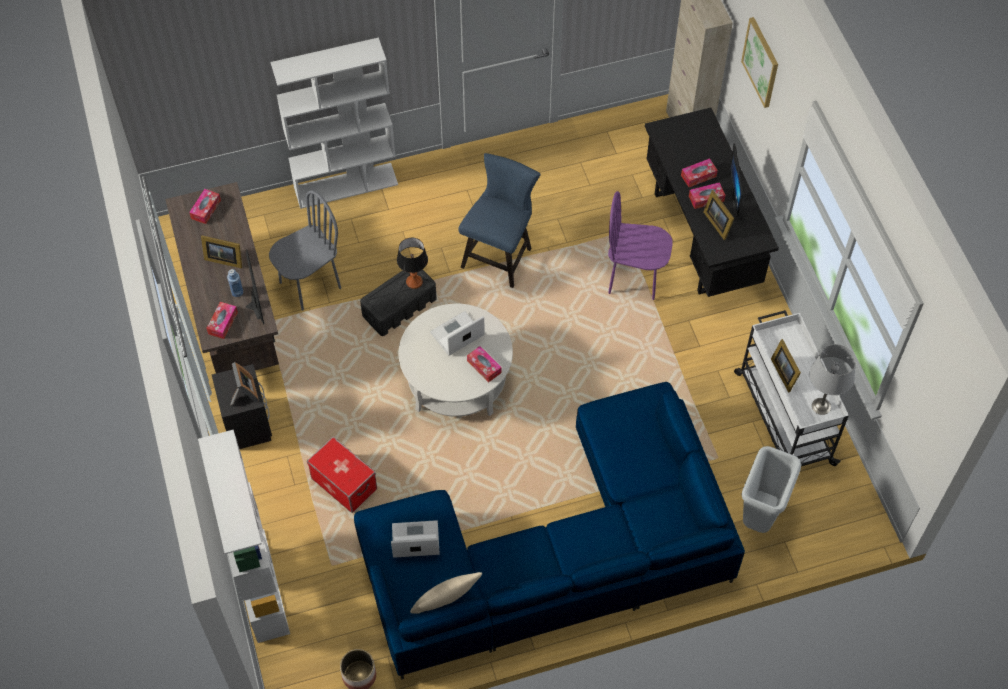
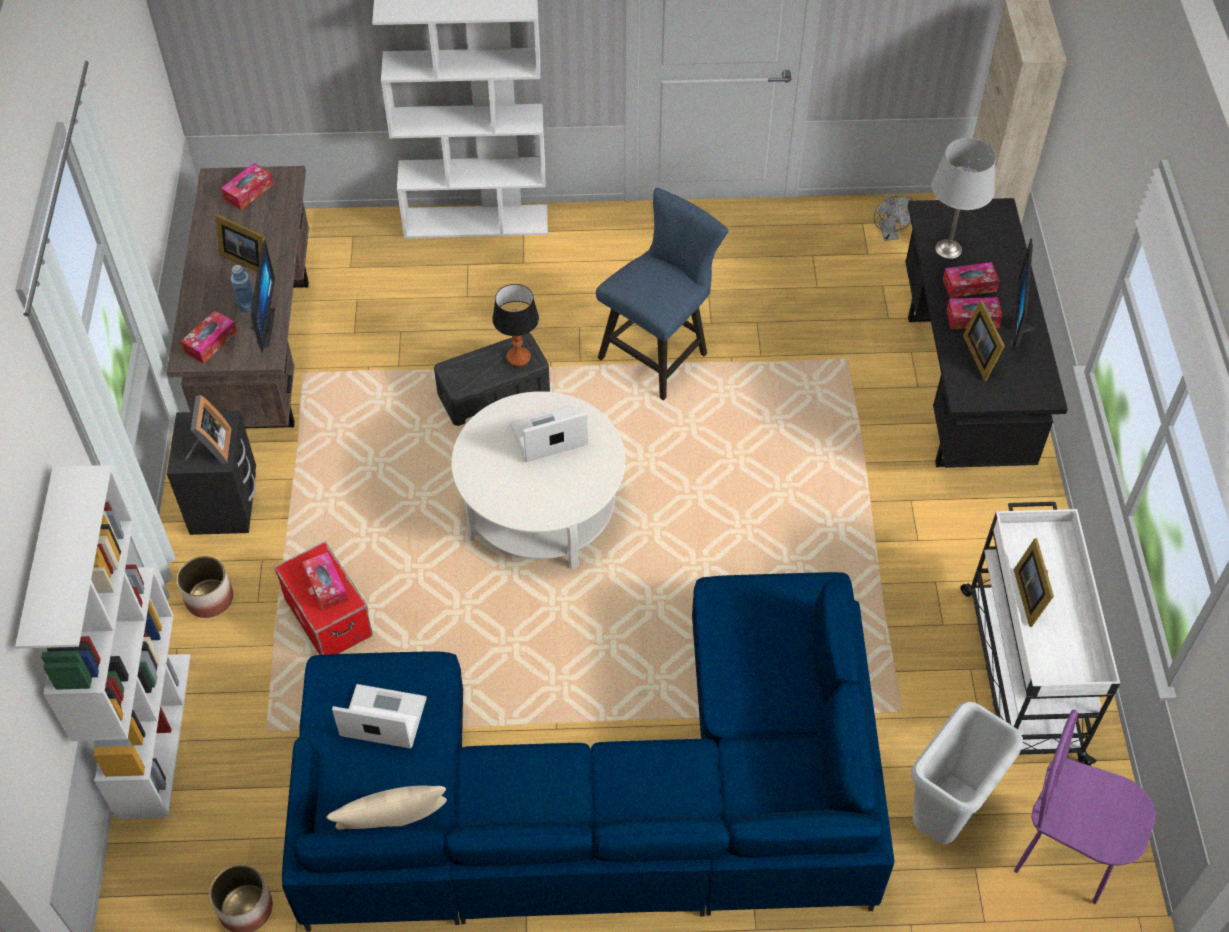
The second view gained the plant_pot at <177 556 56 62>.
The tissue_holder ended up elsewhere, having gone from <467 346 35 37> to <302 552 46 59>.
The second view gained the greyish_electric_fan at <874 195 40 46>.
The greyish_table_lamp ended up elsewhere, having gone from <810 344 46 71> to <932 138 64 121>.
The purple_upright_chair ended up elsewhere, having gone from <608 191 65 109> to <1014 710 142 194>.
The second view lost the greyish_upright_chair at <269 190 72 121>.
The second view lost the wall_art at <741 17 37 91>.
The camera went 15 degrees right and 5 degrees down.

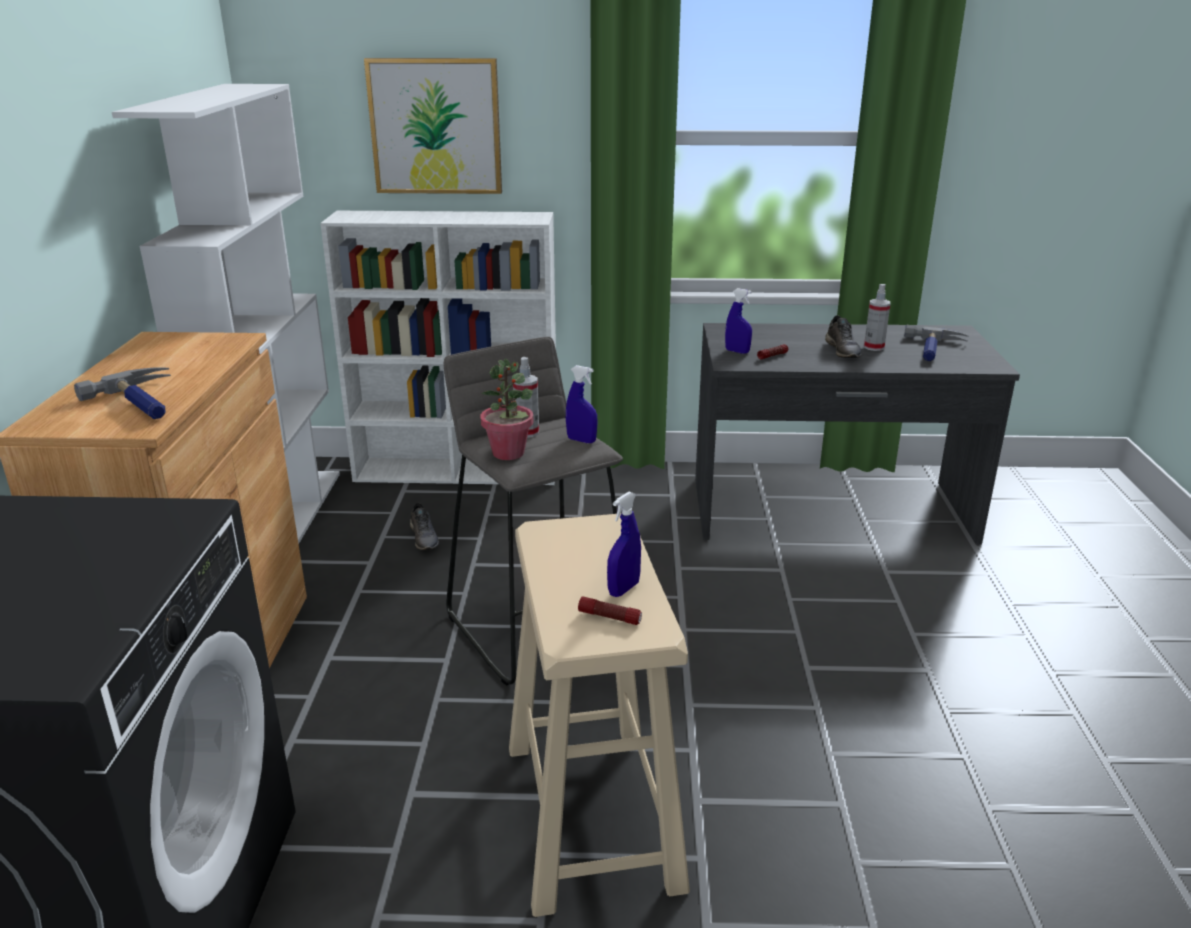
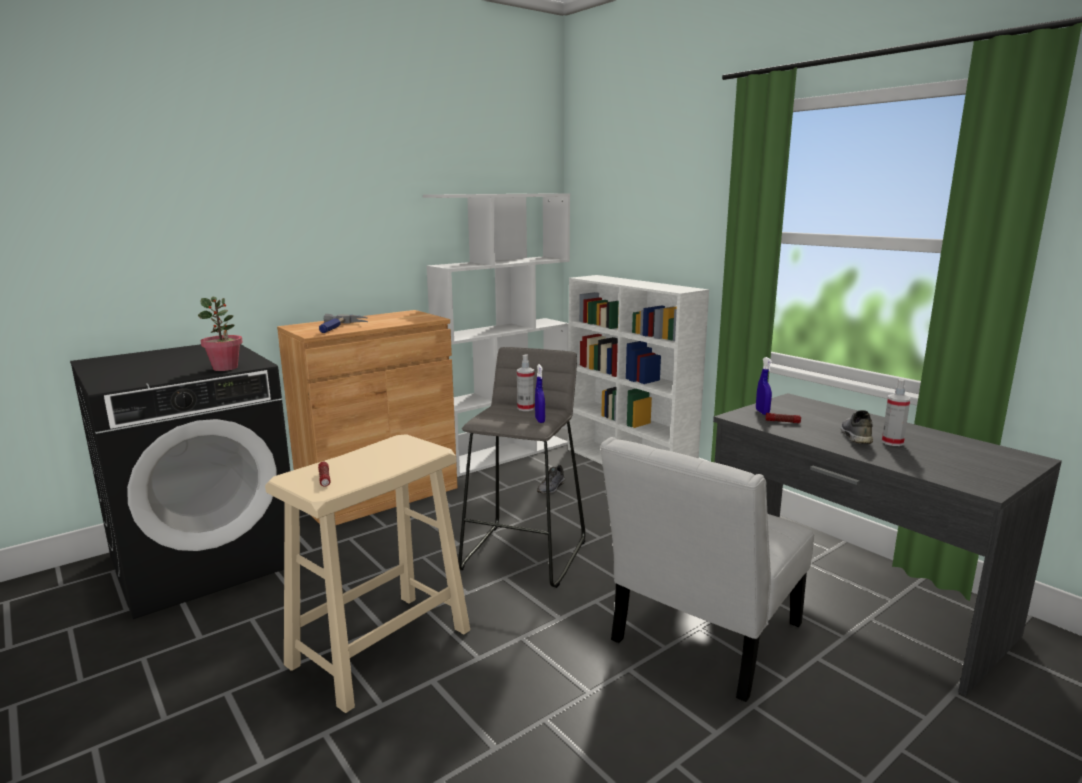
The potted_plant ended up elsewhere, having gone from <480 359 54 101> to <198 297 45 74>.
The second view gained the whitish_upright_chair at <600 437 214 265>.
The greyish_low_shoe at <825 315 37 43> ended up facing another way, 150 degrees clockwise from before.
The second view lost the wall_art at <364 58 138 136>.
The second view lost the blue-coloured_sprayer at <607 492 34 105>.
The second view lost the hand_hammer at <904 325 65 36>.
The camera went 50 degrees right and 10 degrees down.

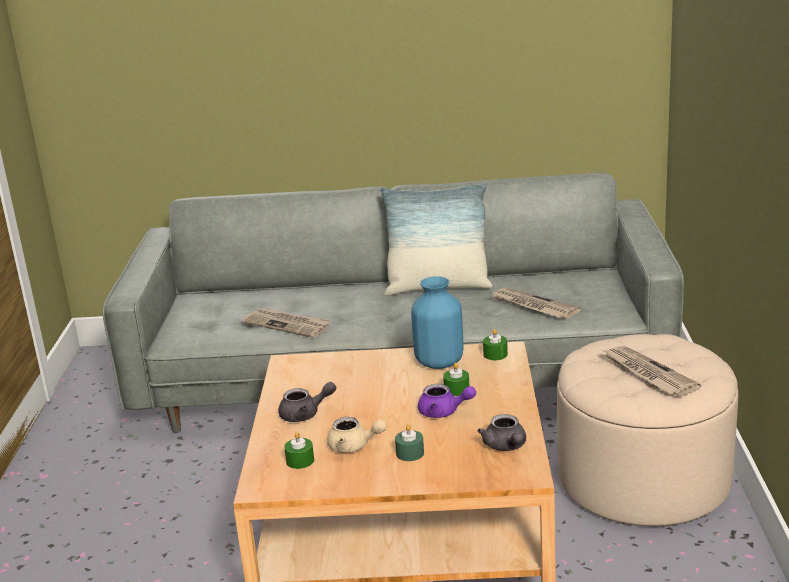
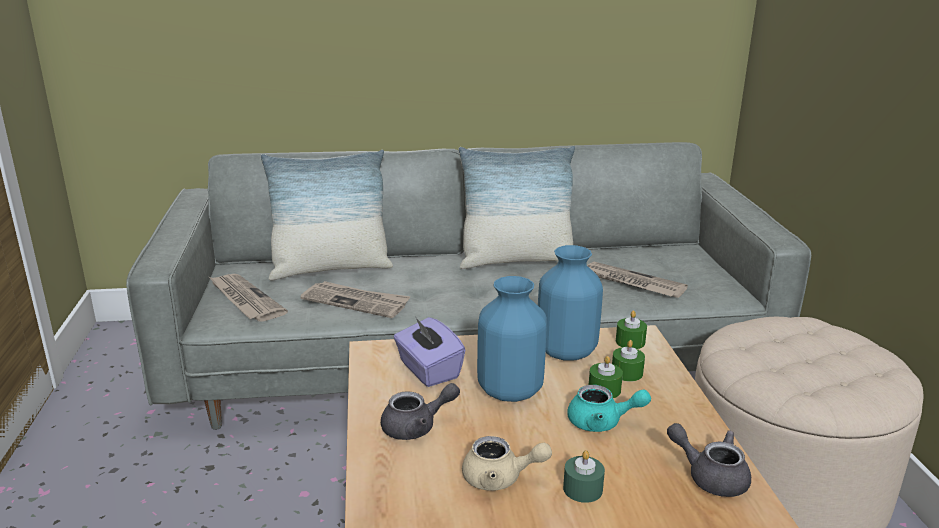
The daily_paper ended up elsewhere, having gone from <602 346 99 50> to <209 274 79 48>.
The second view gained the cushion at <261 149 132 131>.
The second view gained the purple_tissue_holder at <393 316 72 71>.
The second view gained the blue-coloured_decorative_vase at <477 276 70 126>.
What was the purple_pot_for_tea at <418 384 58 34> turned into the blue-green_pot_for_tea at <567 385 84 47>.
The green_wax_candle ended up elsewhere, having gone from <284 432 30 37> to <612 340 33 42>.
The greyish_pot_for_tea at <478 414 48 37> ended up facing another way, 150 degrees clockwise from before.
The camera went 10 degrees left and 0 degrees up.

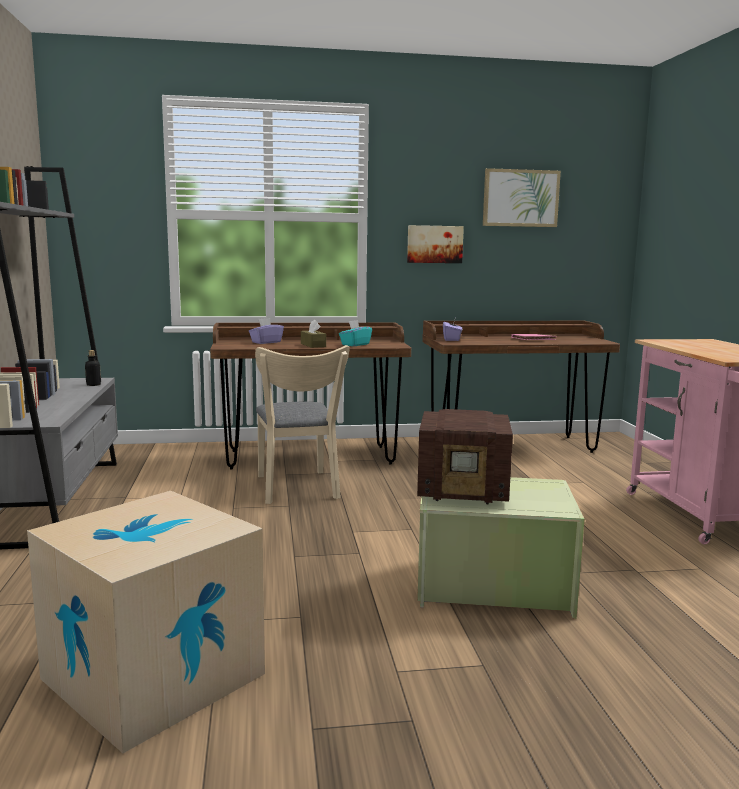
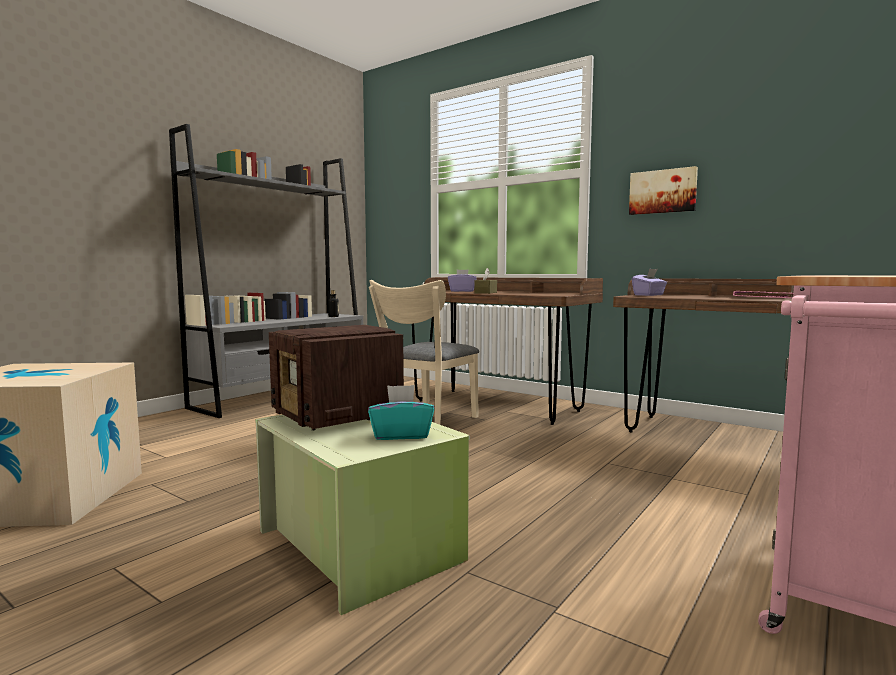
The blue-green_tissue_holder ended up elsewhere, having gone from <339 320 33 26> to <368 385 66 55>.
The second view lost the wall_art at <483 168 78 59>.
The camera went 45 degrees right and 5 degrees down.

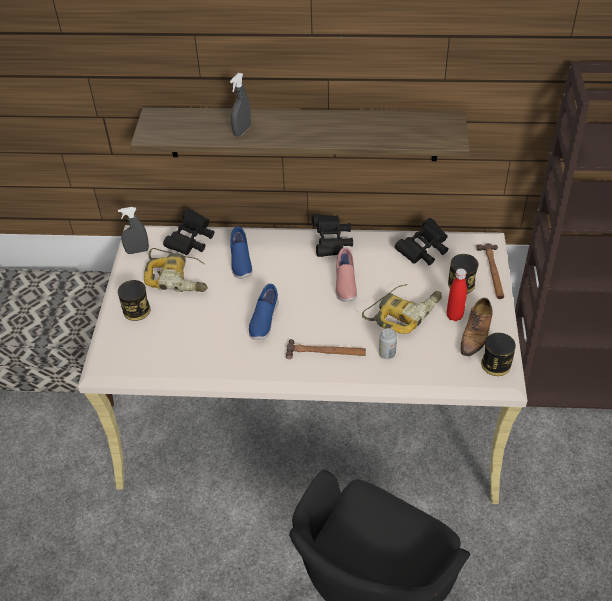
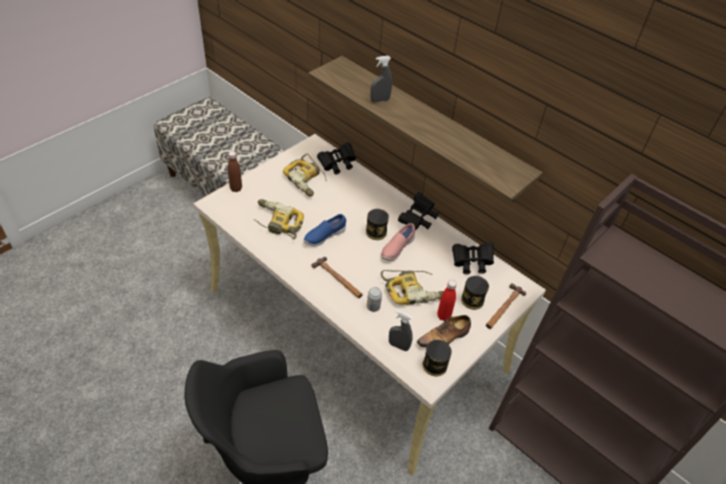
The second view gained the brown_bottle at <228 151 14 41>.
The second view gained the power_drill at <254 199 50 40>.
The sealed_can ended up elsewhere, having gone from <118 280 33 41> to <366 209 23 31>.
The greyish_sprayer ended up elsewhere, having gone from <118 207 31 47> to <389 310 24 41>.
The second view lost the blue-coloured_low_shoe at <230 227 23 52>.
The camera went 35 degrees right and 0 degrees up.

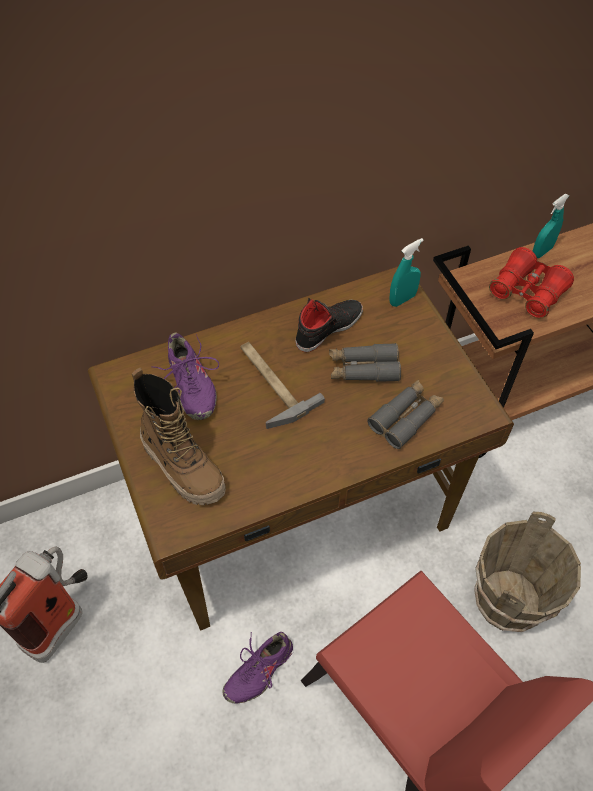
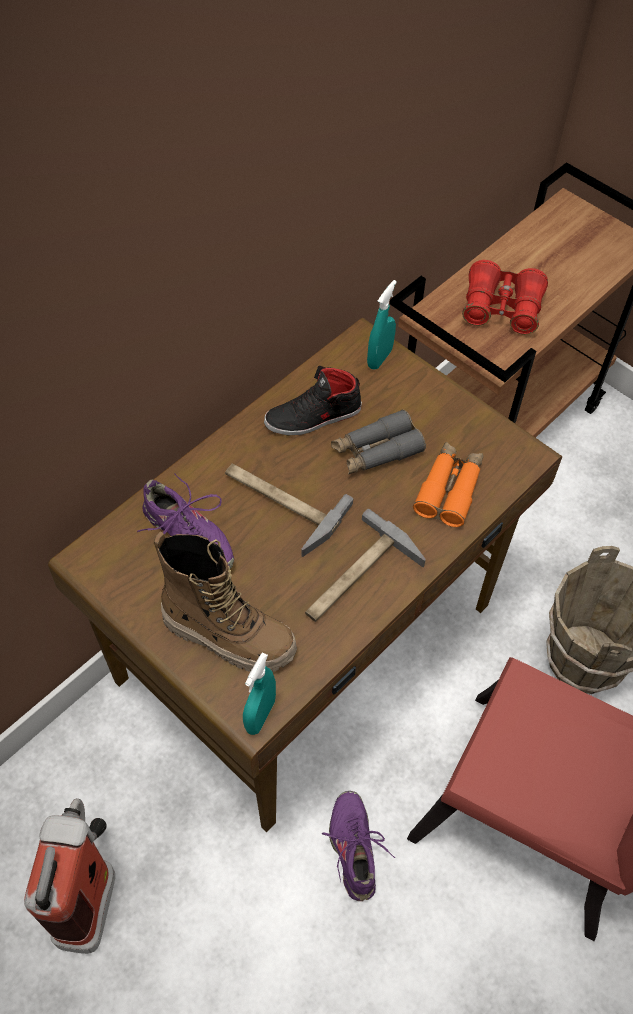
The blue-green_sprayer ended up elsewhere, having gone from <533 194 36 64> to <243 653 33 82>.
The black_low_shoe at <295 298 68 54> ended up facing another way, 135 degrees counterclockwise from before.
The second view gained the hand_hammer at <305 509 121 113>.
The purple_low_shoe at <222 632 72 72> ended up facing another way, 150 degrees clockwise from before.
What was the greyish_pair_of_binoculars at <368 380 76 69> turned into the orangey_pair_of_binoculars at <413 442 70 85>.
The camera went 25 degrees left and 0 degrees up.

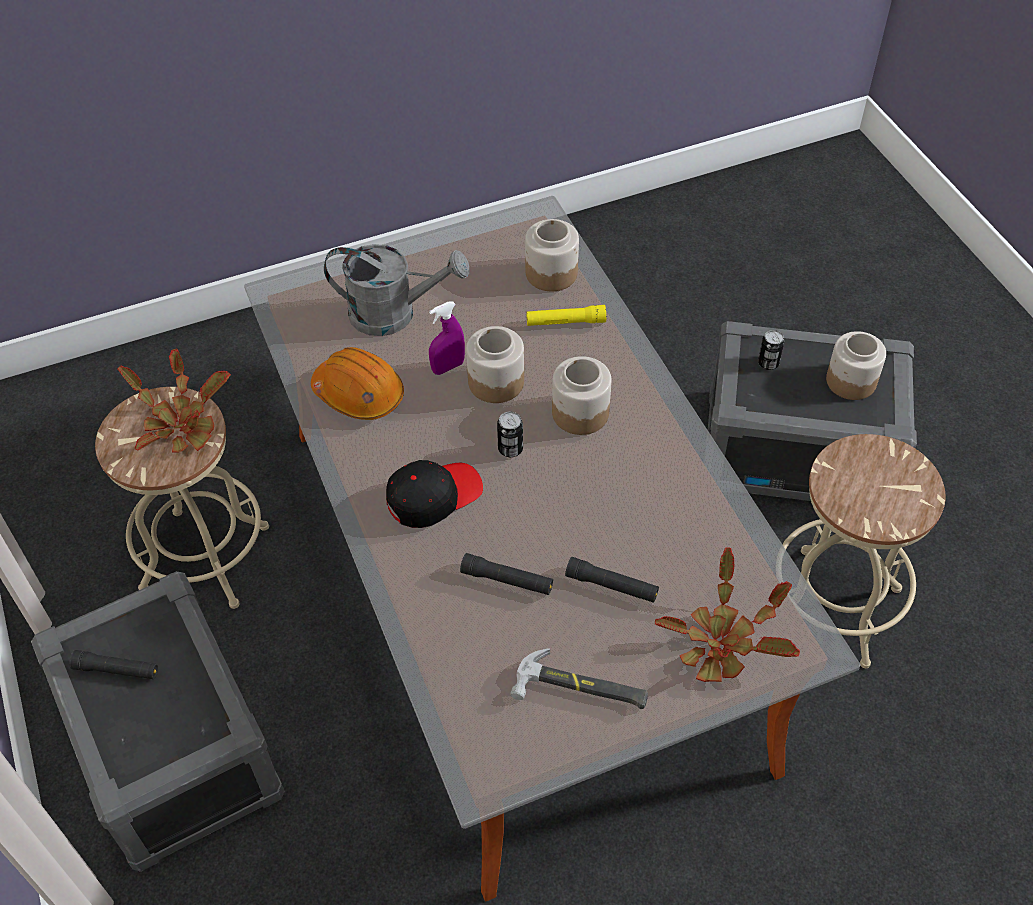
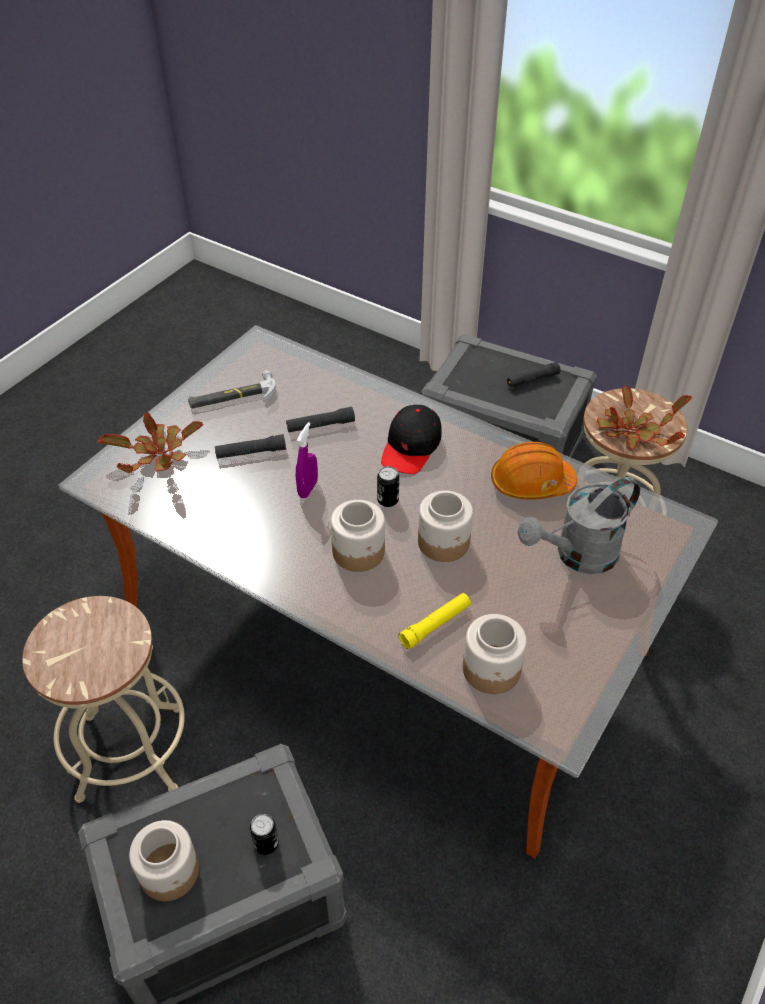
The purple_sprayer ended up elsewhere, having gone from <429 302 36 73> to <296 422 22 76>.
The camera went 145 degrees right and 5 degrees down.

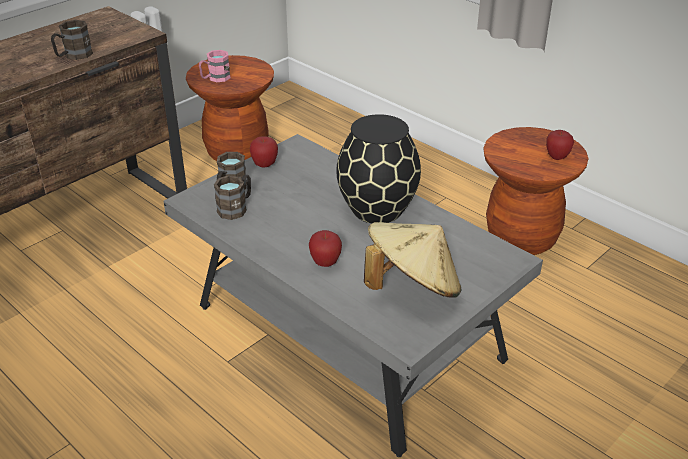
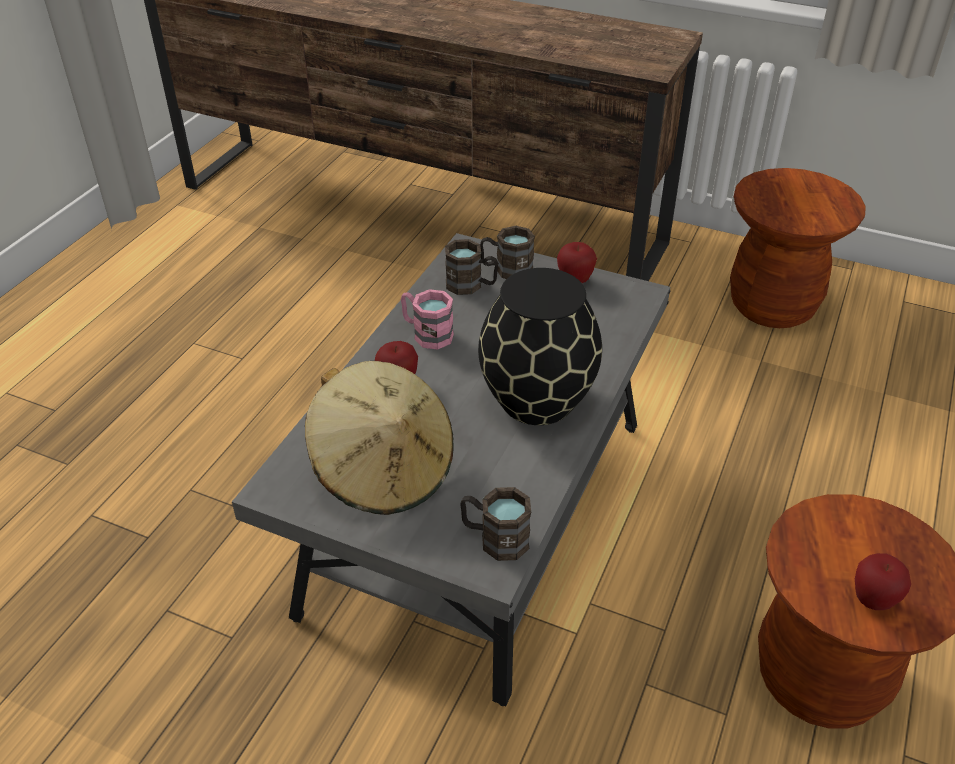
The pinkish_mug ended up elsewhere, having gone from <199 50 32 32> to <401 289 53 61>.
The brown_mug ended up elsewhere, having gone from <51 20 42 40> to <460 487 71 74>.
The camera went 70 degrees right and 5 degrees up.

